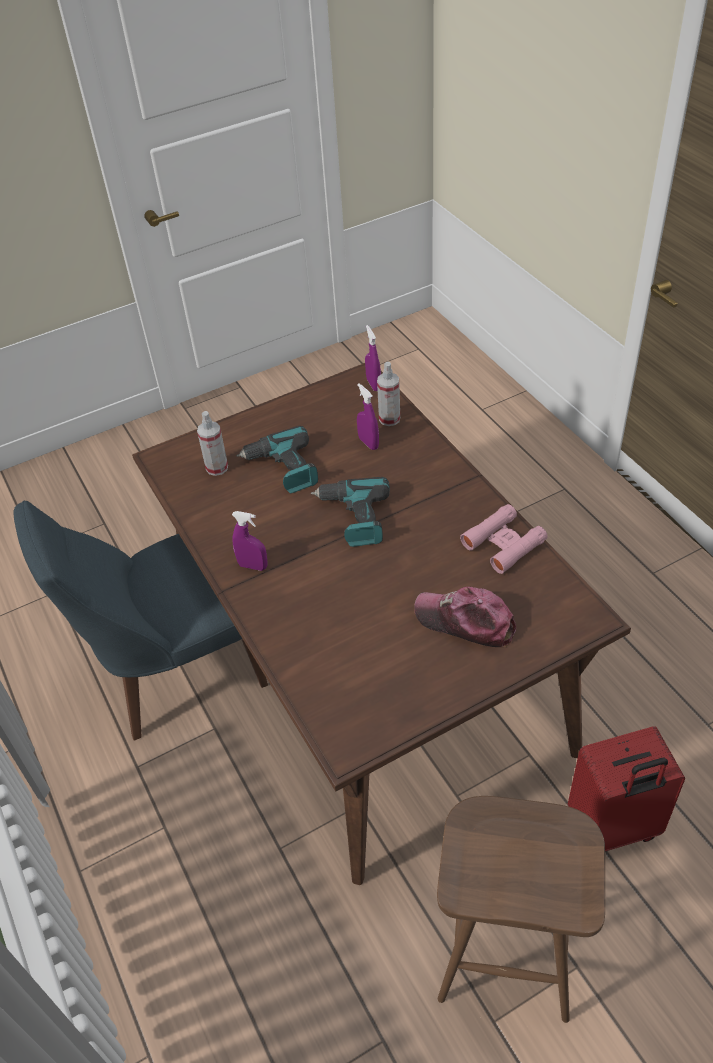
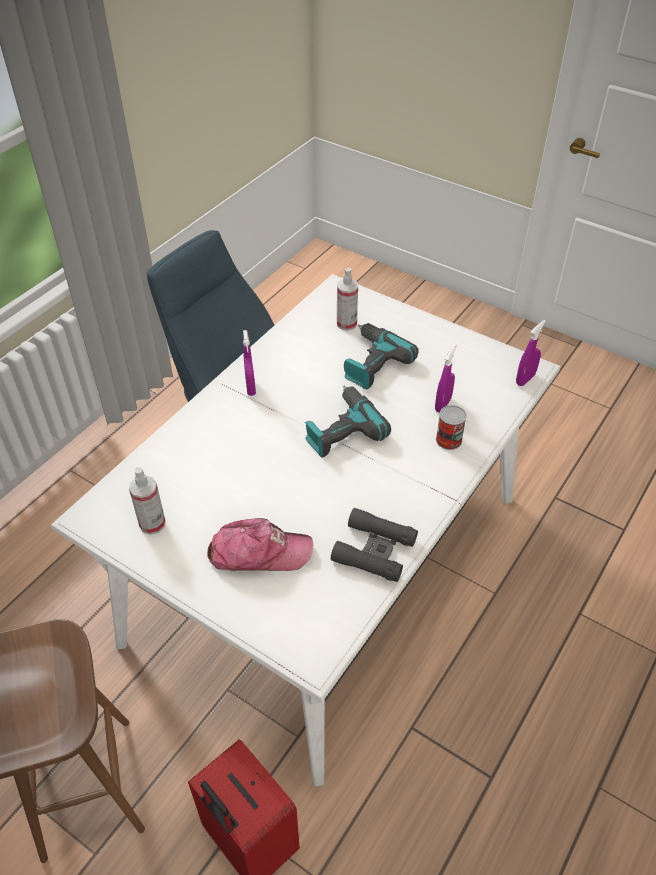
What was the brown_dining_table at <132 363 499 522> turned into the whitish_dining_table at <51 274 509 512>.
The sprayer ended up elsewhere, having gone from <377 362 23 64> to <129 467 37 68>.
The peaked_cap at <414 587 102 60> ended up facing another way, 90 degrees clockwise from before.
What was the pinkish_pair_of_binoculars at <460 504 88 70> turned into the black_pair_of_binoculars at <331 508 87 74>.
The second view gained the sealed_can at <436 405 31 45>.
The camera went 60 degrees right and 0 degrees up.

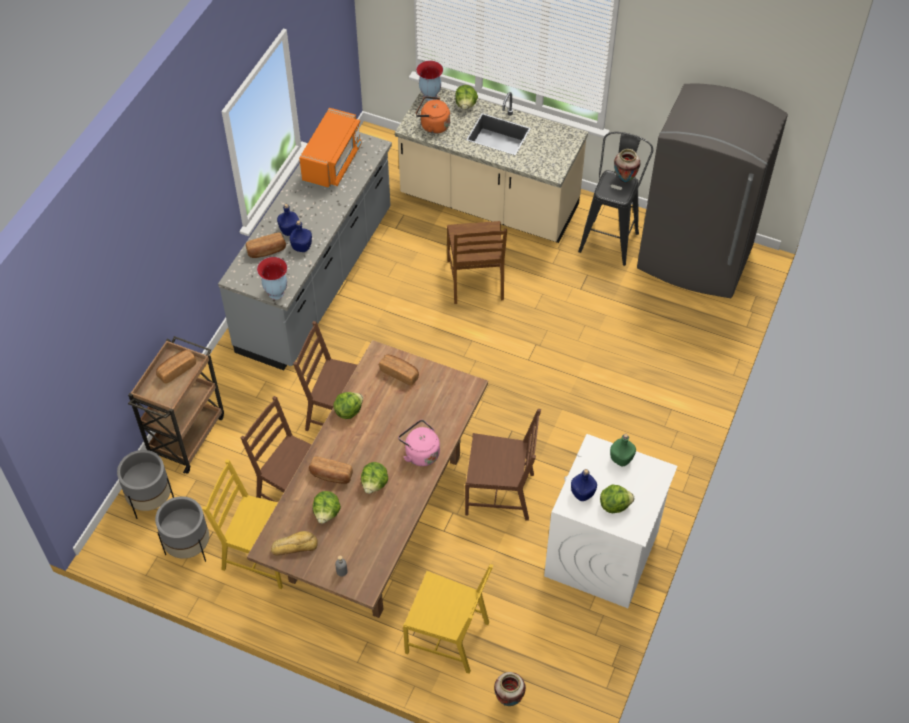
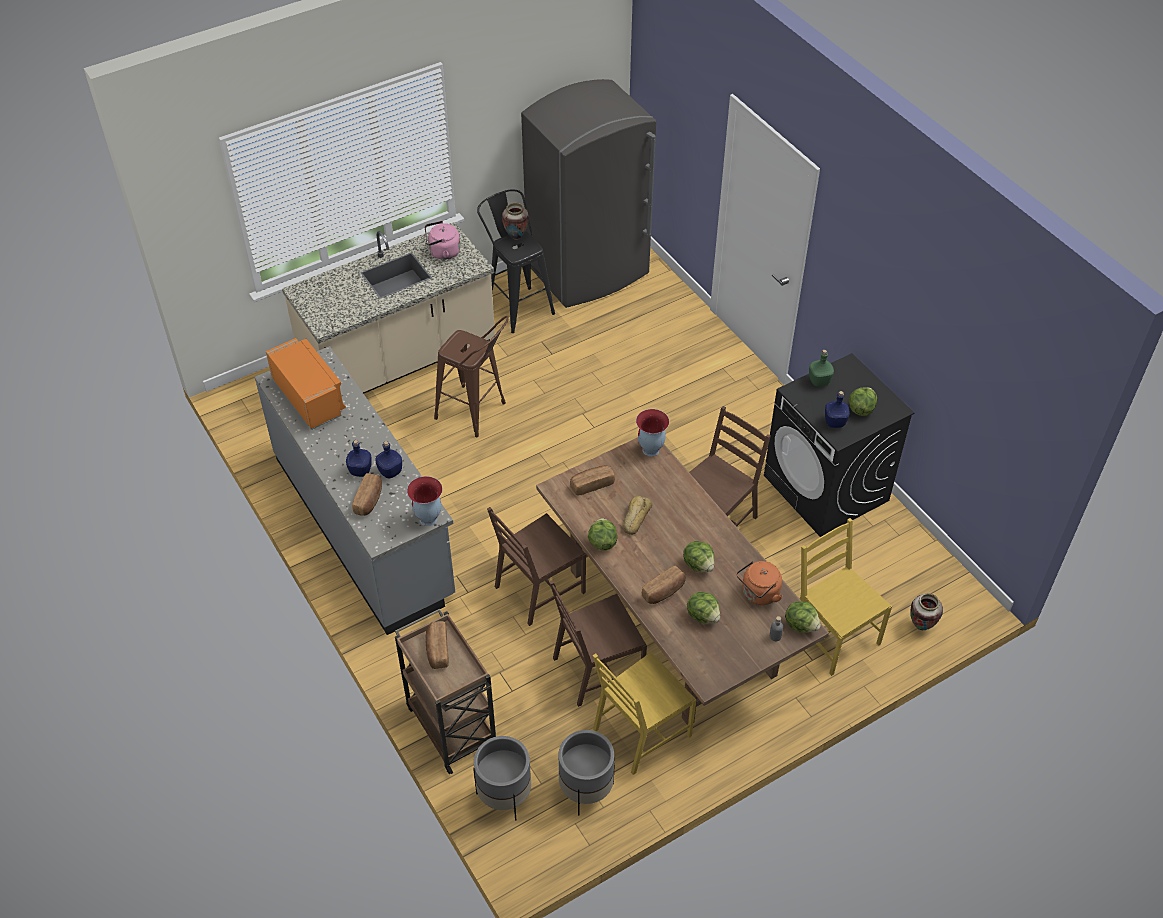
The pinkish_kettle ended up elsewhere, having gone from <398 420 42 46> to <425 221 36 39>.
Where the brown_upright_chair stood at <447 221 60 83>, the brown_stool came to stand at <434 316 75 121>.
The bread ended up elsewhere, having gone from <271 531 47 25> to <622 496 30 39>.
The decorative_vase ended up elsewhere, having gone from <416 61 27 40> to <636 409 33 48>.
The orangey_kettle ended up elsewhere, having gone from <416 96 34 38> to <736 561 47 44>.
What was the whitish_washing_machine at <544 434 133 174> turned into the black_washing_machine at <764 353 150 184>.
The head_of_lettuce ended up elsewhere, having gone from <455 85 23 25> to <785 601 36 32>.
The yellow_upright_chair at <403 564 91 110> ended up facing another way, 90 degrees counterclockwise from before.
The camera went 55 degrees left and 5 degrees down.

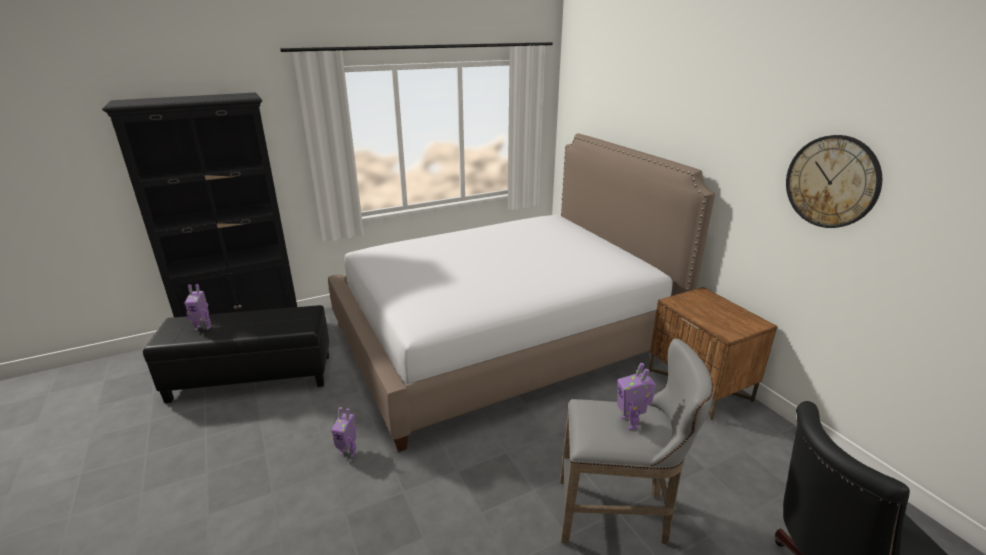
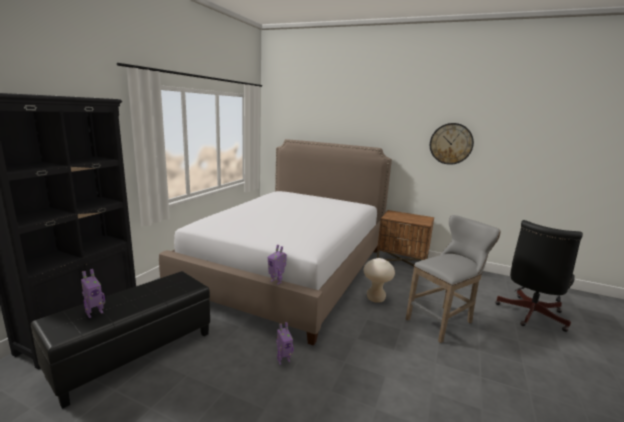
The toy_robot ended up elsewhere, having gone from <617 363 39 67> to <268 245 19 40>.
The second view gained the beige-coloured_stool at <364 258 31 45>.
The camera went 40 degrees left and 10 degrees down.

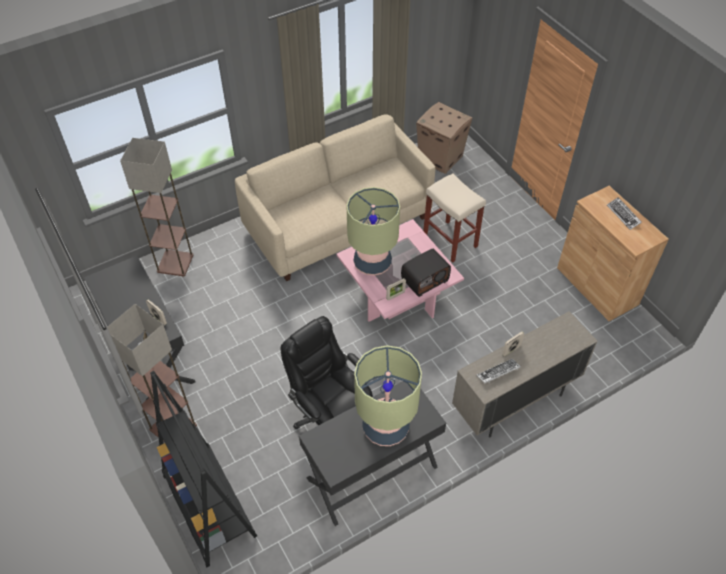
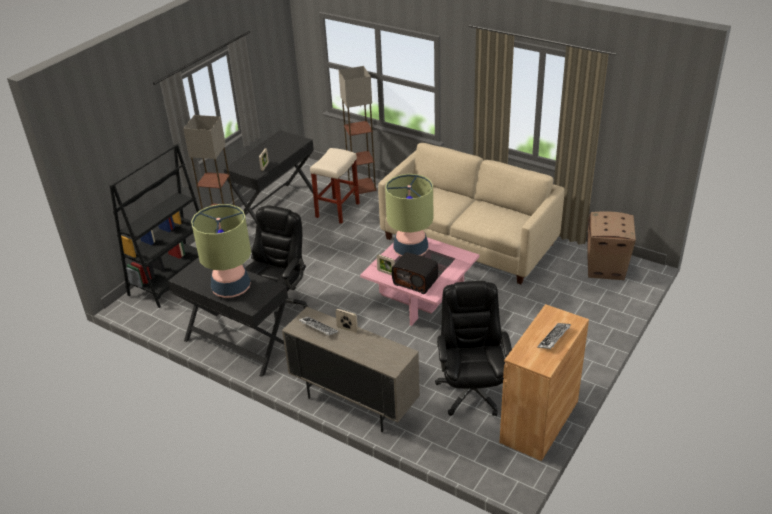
The beige-coloured_stool ended up elsewhere, having gone from <423 174 63 89> to <310 148 50 76>.
The second view gained the black_office_chair at <435 281 77 135>.
The camera went 65 degrees right and 15 degrees down.

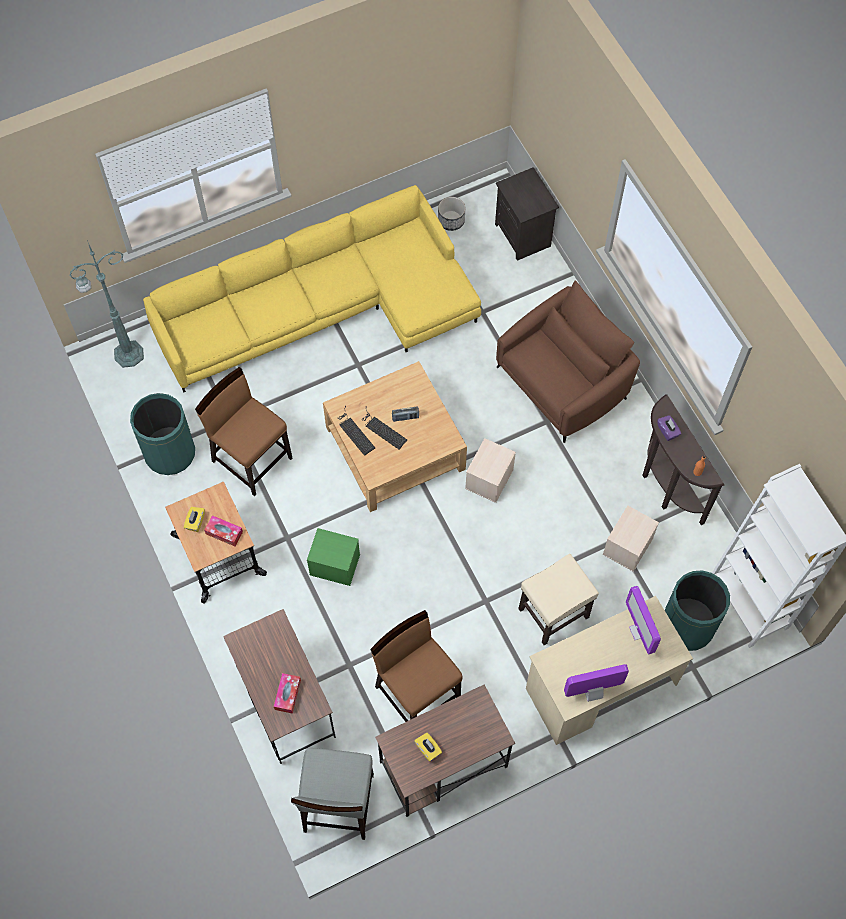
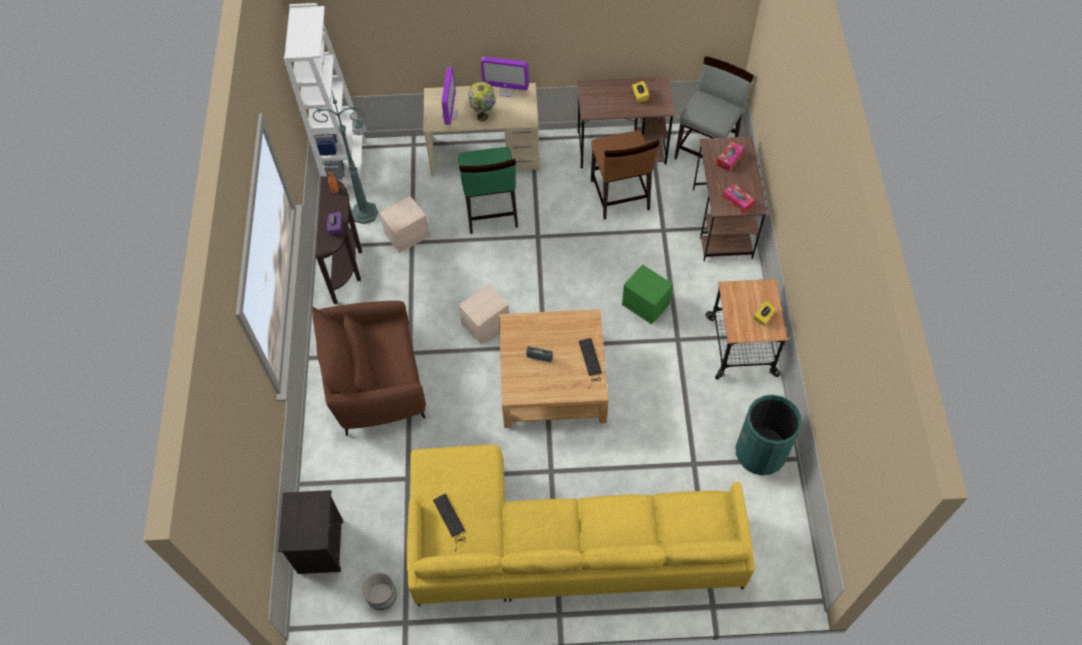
The green_floor_lamp ended up elsewhere, having gone from <70 240 74 128> to <312 89 66 135>.
The keyboard ended up elsewhere, having gone from <362 410 45 39> to <433 493 33 58>.
Where the beige-coloured_stool stood at <518 554 81 91>, the green_upright_chair came to stand at <458 147 60 87>.
The second view gained the table_lamp at <468 82 28 39>.
The tissue_holder ended up elsewhere, having gone from <204 515 39 31> to <722 183 33 31>.
The second view lost the brown_upright_chair at <195 367 97 129>.
The second view lost the green_trash_can at <665 571 65 80>.
The camera went 155 degrees left and 5 degrees down.

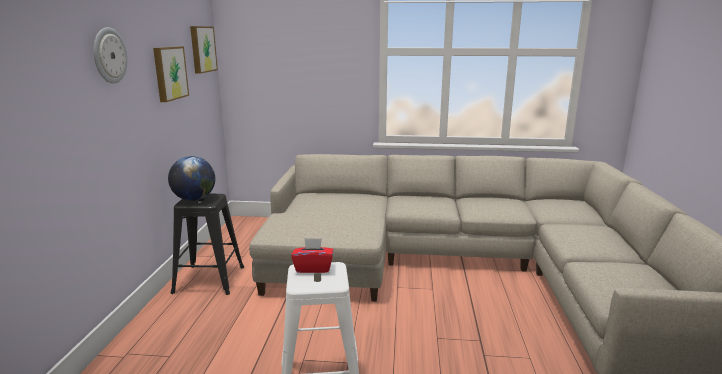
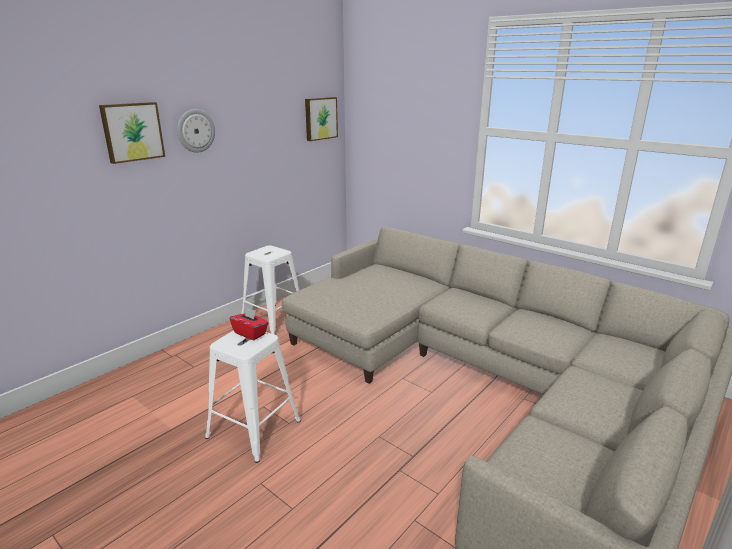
The wall_art ended up elsewhere, having gone from <153 46 36 56> to <99 102 66 62>.
What was the black_stool at <171 194 73 101> turned into the whitish_stool at <241 245 58 90>.
The second view lost the world_globe at <168 156 47 45>.
The camera went 35 degrees right and 5 degrees up.

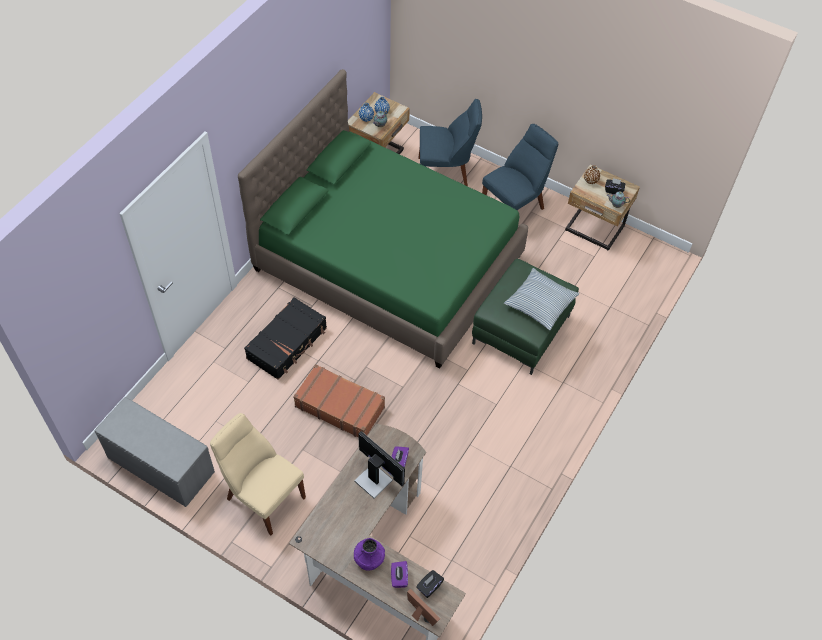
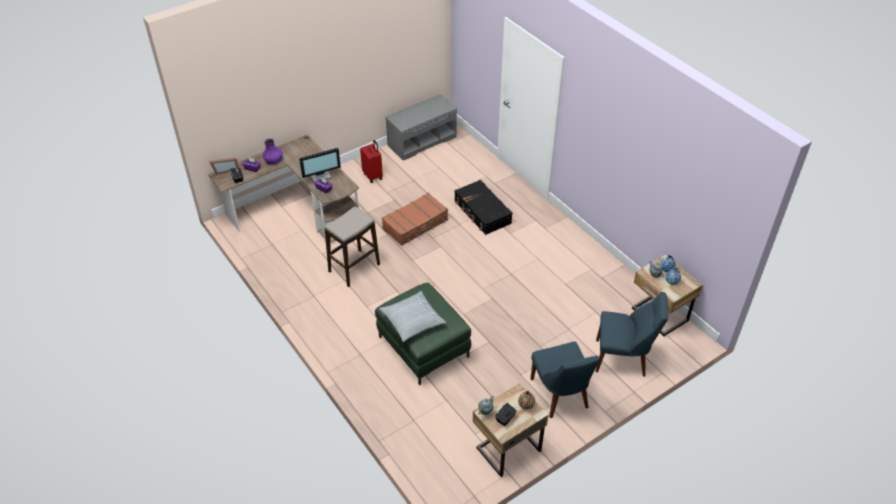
The second view gained the stool at <325 206 55 81>.
Where the beige-coloured_upright_chair stood at <210 413 96 122>, the reddish_travel_case came to stand at <360 140 23 43>.
The blue-coloured_upright_chair at <419 99 63 87> ended up facing another way, 105 degrees counterclockwise from before.
The second view lost the green_bedroom_bed at <238 69 290 300>.
The camera went 115 degrees right and 10 degrees down.

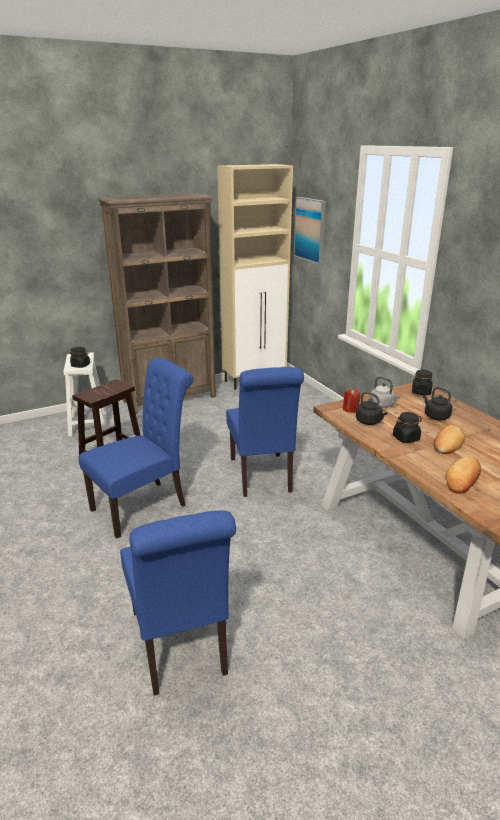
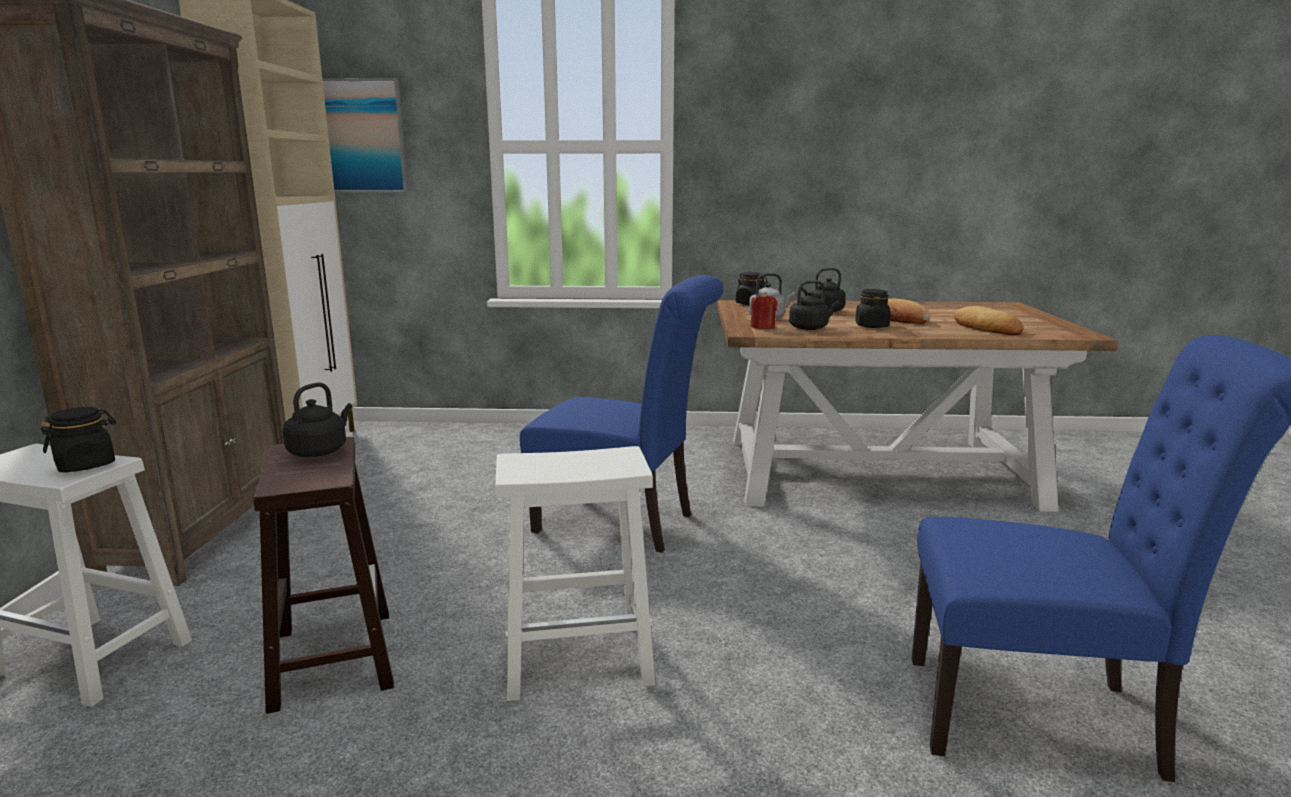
The second view gained the black_kettle at <283 382 69 75>.
Where the blue-coloured_upright_chair stood at <78 357 115 181>, the whitish_stool came to stand at <495 446 160 255>.
The camera went 60 degrees left and 10 degrees down.

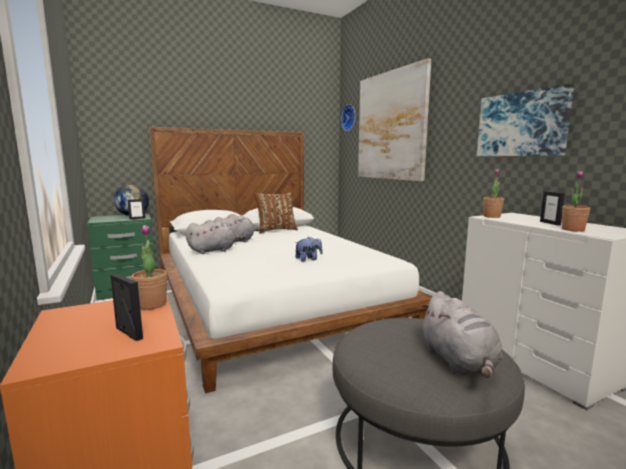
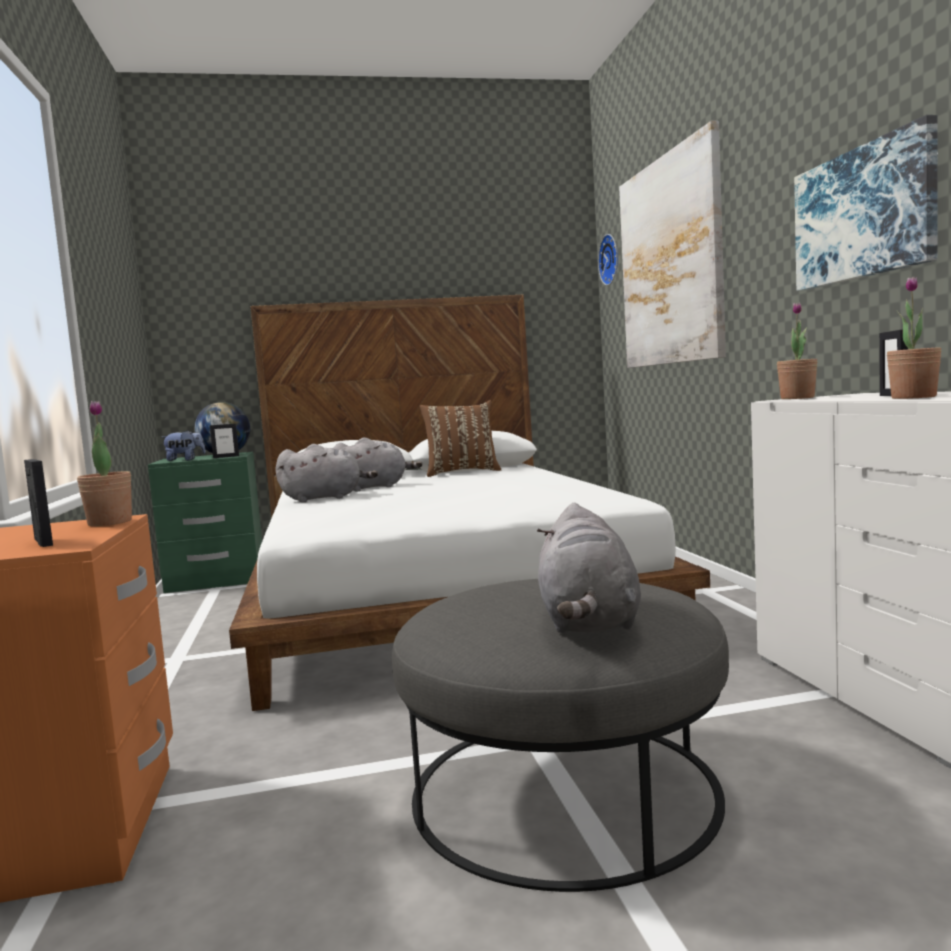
The soft_toy ended up elsewhere, having gone from <295 236 28 26> to <162 430 44 31>.
The camera went 15 degrees right and 5 degrees down.

